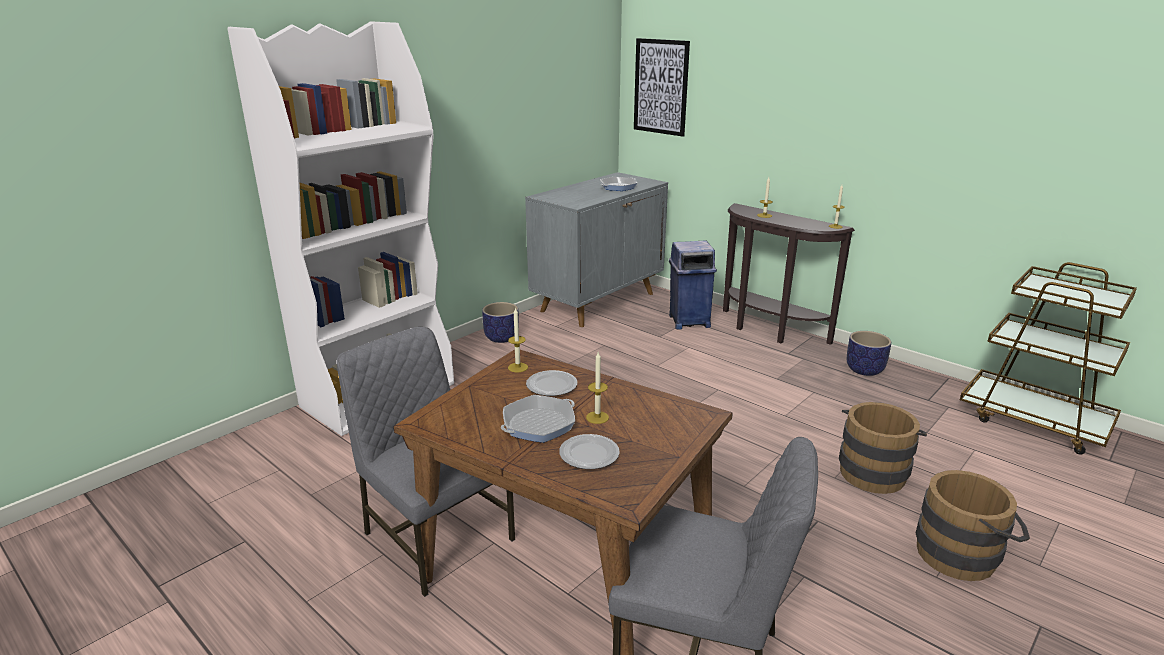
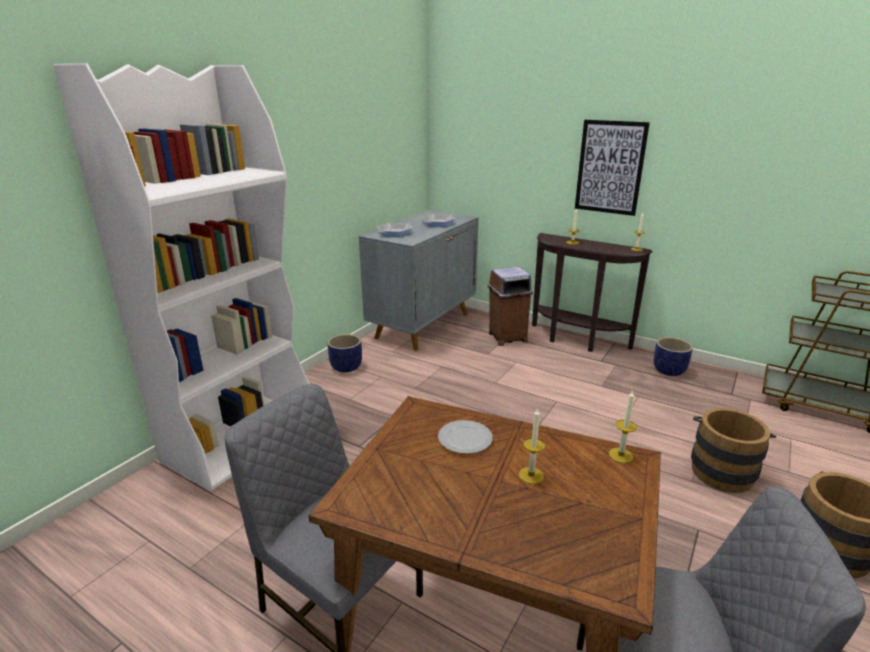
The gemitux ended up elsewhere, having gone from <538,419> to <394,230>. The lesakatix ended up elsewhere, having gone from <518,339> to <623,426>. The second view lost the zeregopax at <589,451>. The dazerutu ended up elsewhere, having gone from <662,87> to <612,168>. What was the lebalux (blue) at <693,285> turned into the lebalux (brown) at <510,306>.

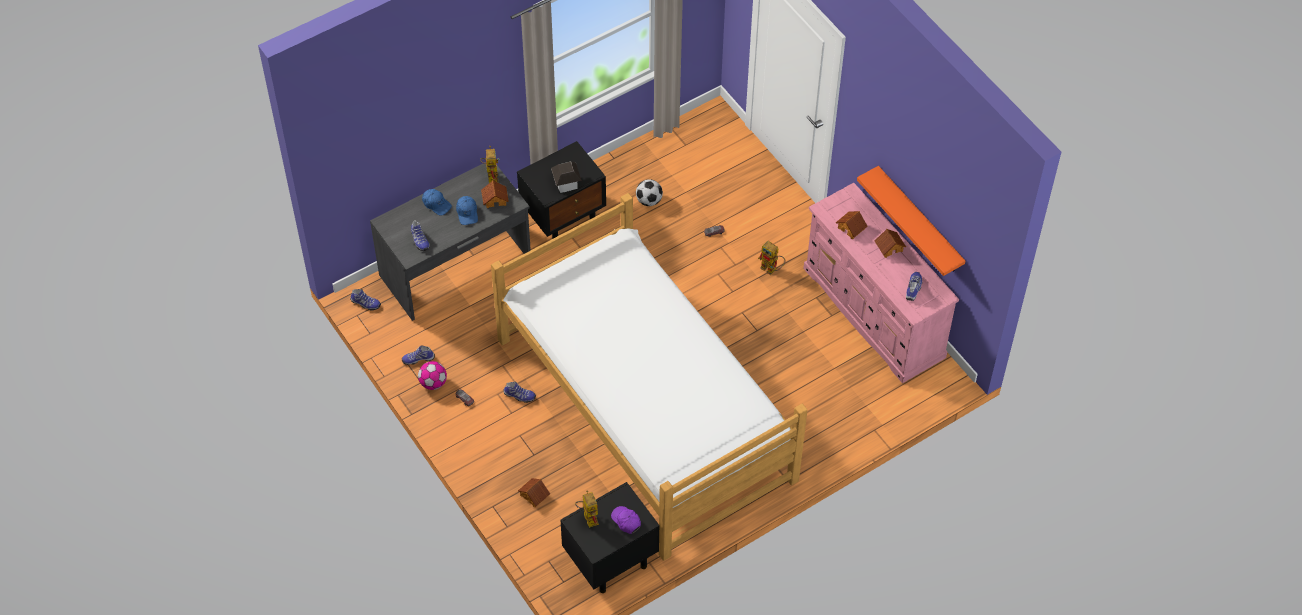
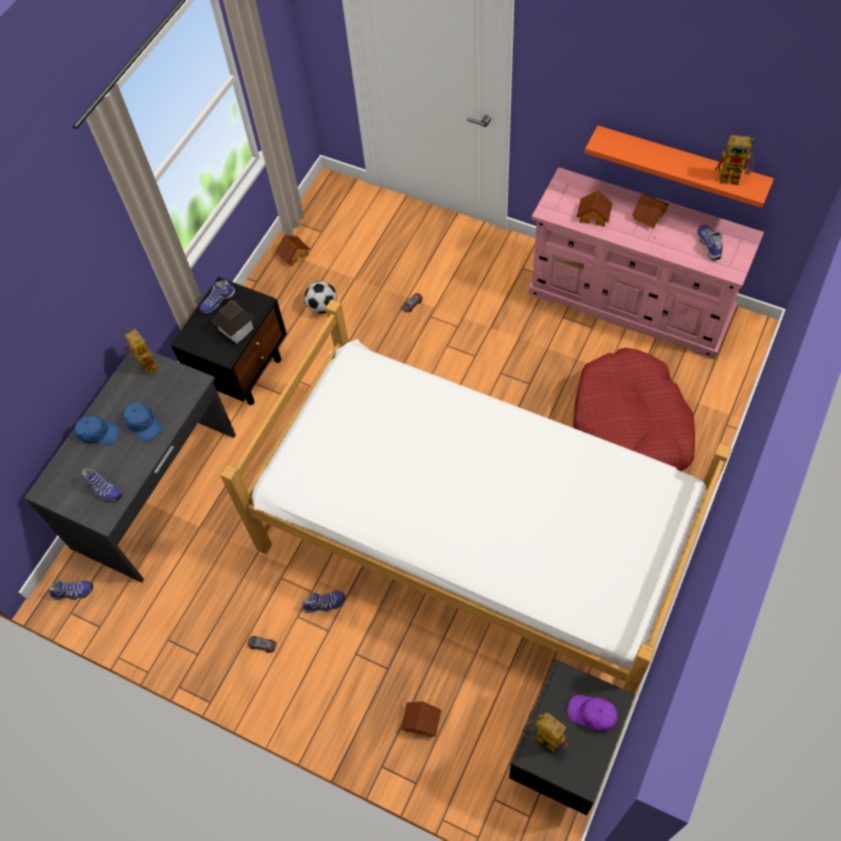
The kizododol ended up elsewhere, having gone from <418,355> to <217,297>. The second view lost the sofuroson at <432,375>. The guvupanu ended up elsewhere, having gone from <495,194> to <293,250>. The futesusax ended up elsewhere, having gone from <771,258> to <734,160>. The second view gained the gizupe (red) at <634,409>.

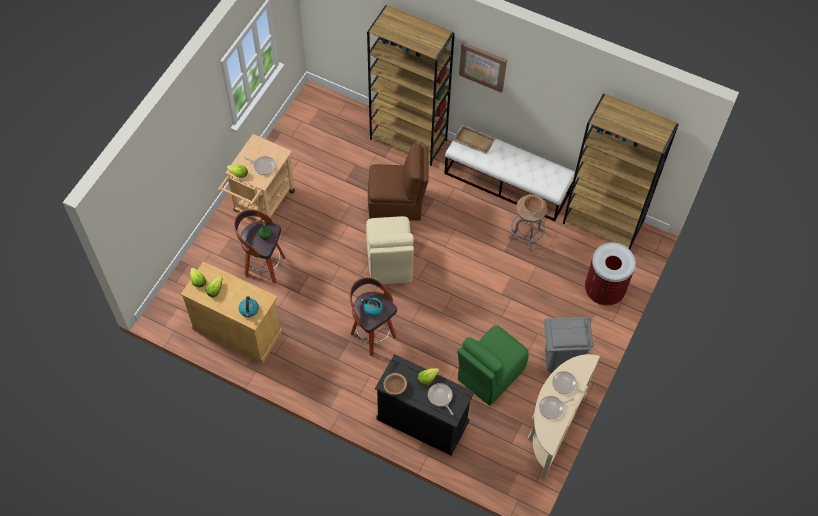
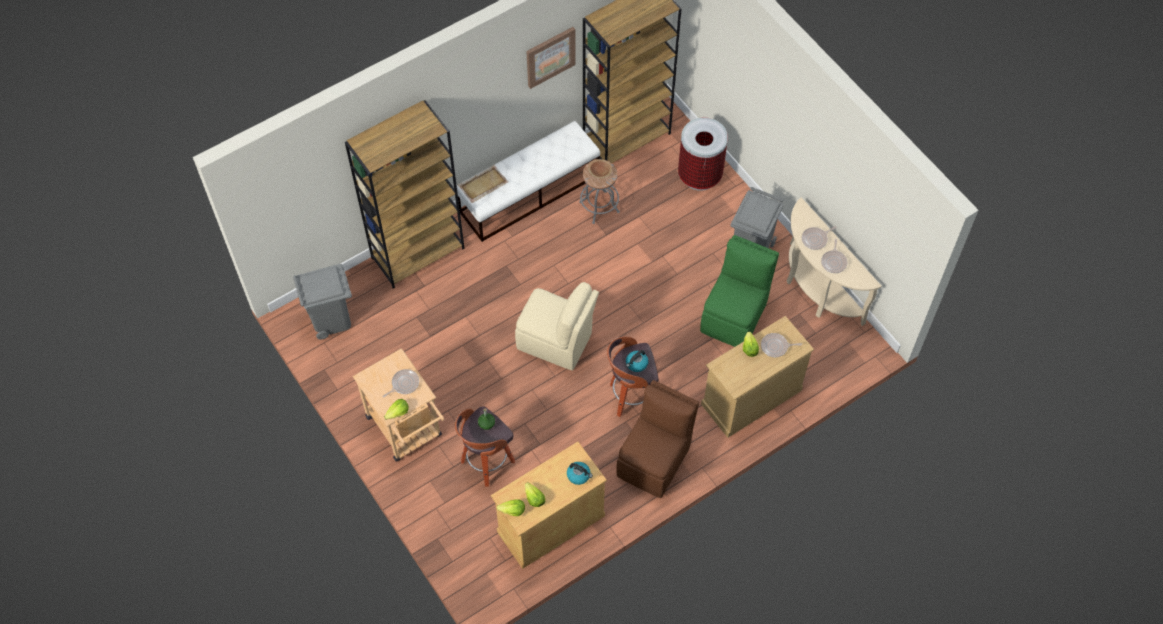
The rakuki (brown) ended up elsewhere, having gone from <398,182> to <657,439>. What was the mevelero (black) at <425,405> turned into the mevelero (beige) at <757,377>. The second view lost the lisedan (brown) at <395,384>. The rakuki (green) at <493,365> ended up facing another way, 135 degrees counterclockwise from before. The dazerutu ended up elsewhere, having gone from <483,67> to <551,58>. The second view gained the lebalux (grey) at <322,302>.

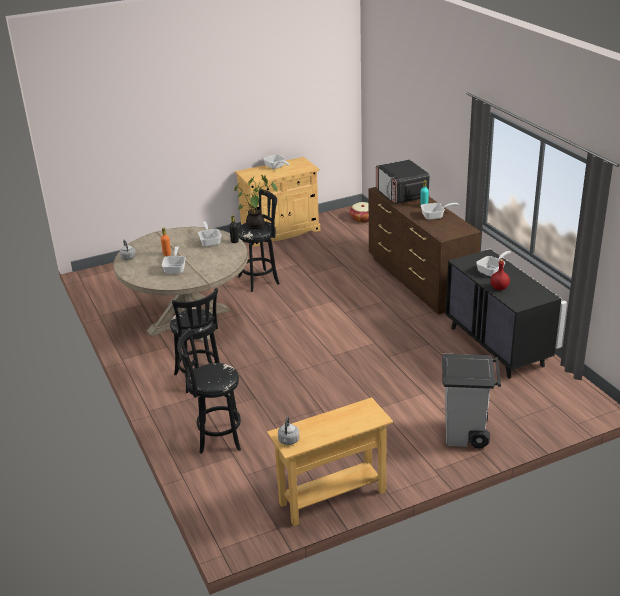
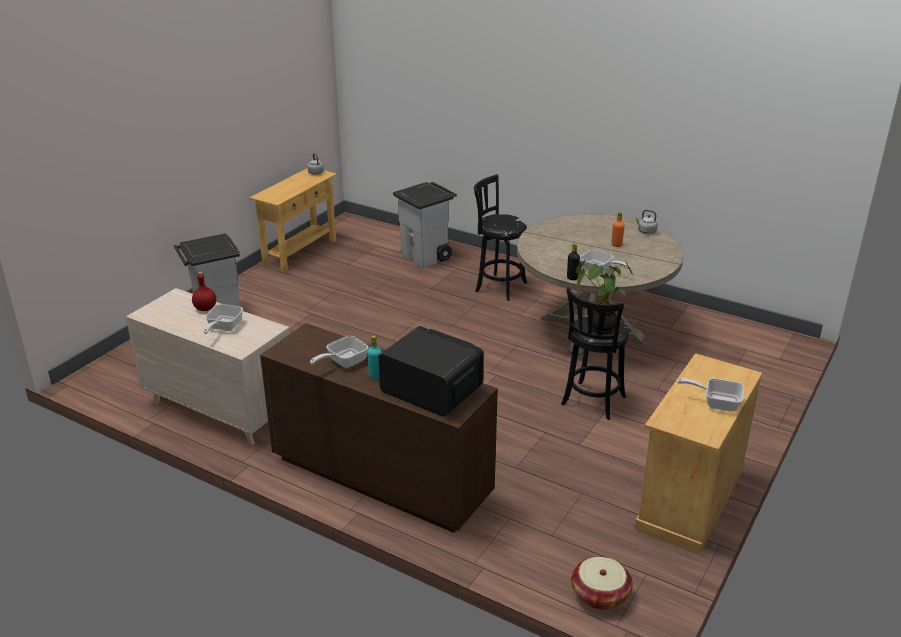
The second view lost the gemitux at <174,260>. Where the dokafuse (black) stood at <209,391>, the lebalux (grey) came to stand at <425,225>. What was the mevelero (black) at <503,314> turned into the mevelero (beige) at <208,366>.

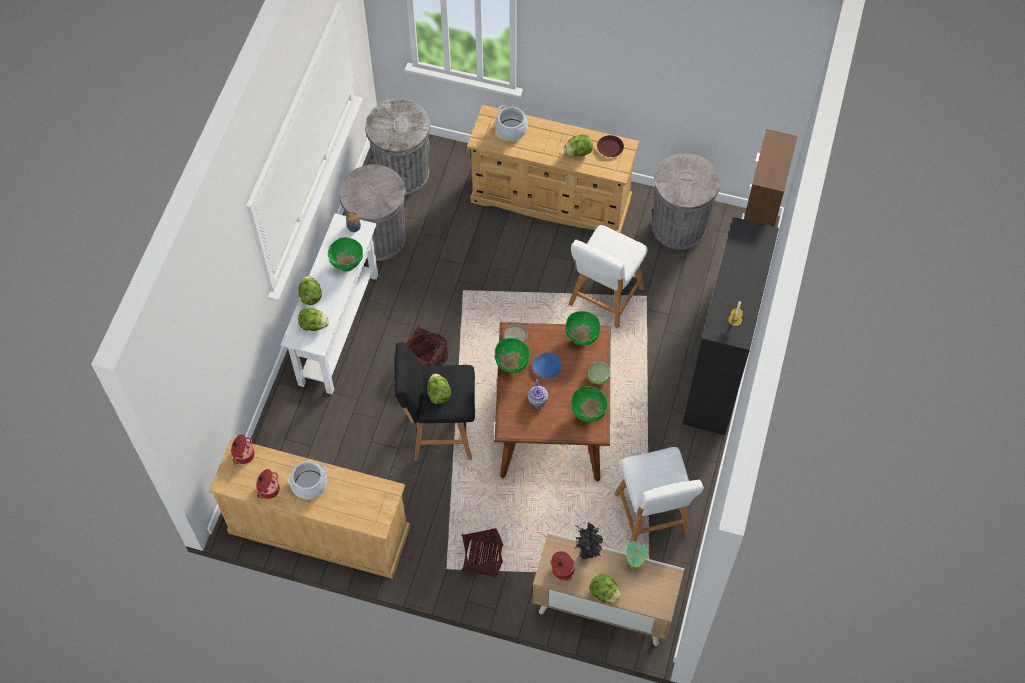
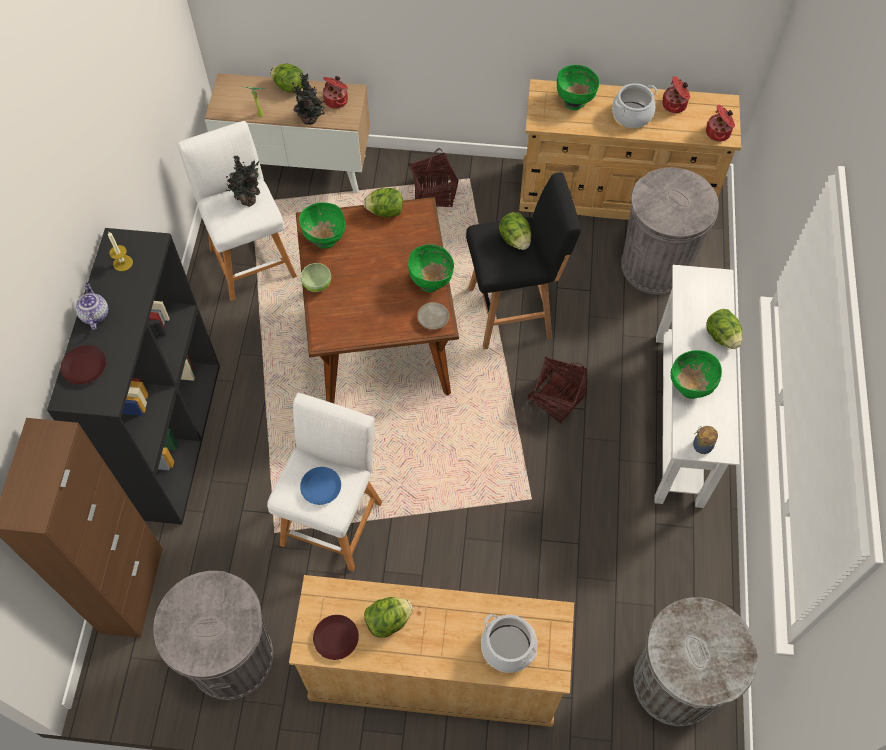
The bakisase ended up elsewhere, having gone from <313,319> to <383,203>. The lebalux (grey) ended up elsewhere, having gone from <372,213> to <670,231>. The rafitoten ended up elsewhere, having gone from <538,394> to <91,306>. The zeregopax (blue) ended up elsewhere, having gone from <547,365> to <320,486>. The lisedan (green) ended up elsewhere, having gone from <583,328> to <578,87>. The second view gained the zeregopax (brown) at <83,365>. The second view gained the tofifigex at <243,181>.

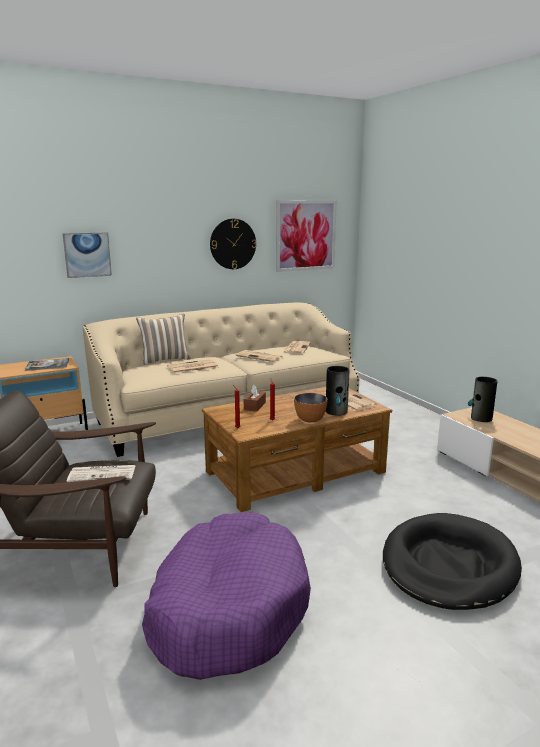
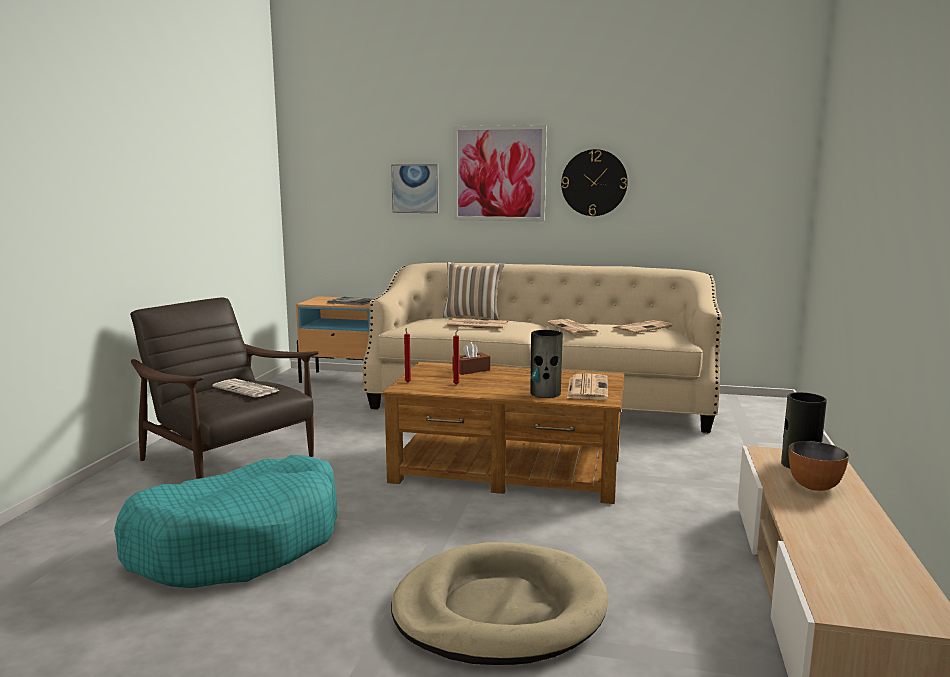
What was the gizupe (purple) at <226,596> turned into the gizupe (turquoise) at <225,521>. The dazerutu ended up elsewhere, having gone from <306,236> to <500,173>. The lisedan ended up elsewhere, having gone from <311,408> to <819,466>. What was the gizupe (black) at <452,561> turned into the gizupe (beige) at <499,603>.

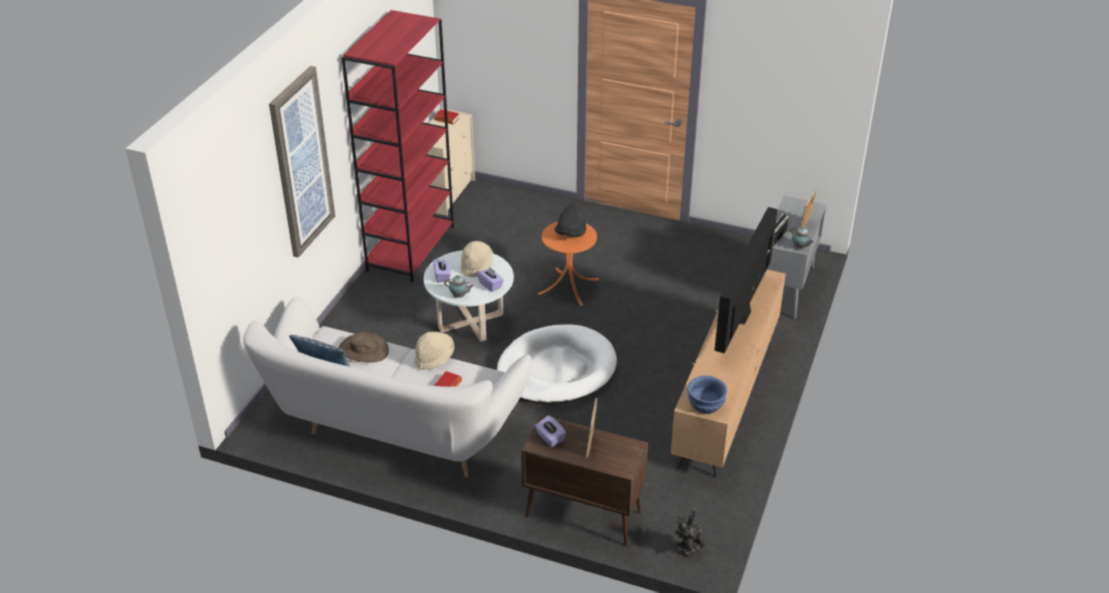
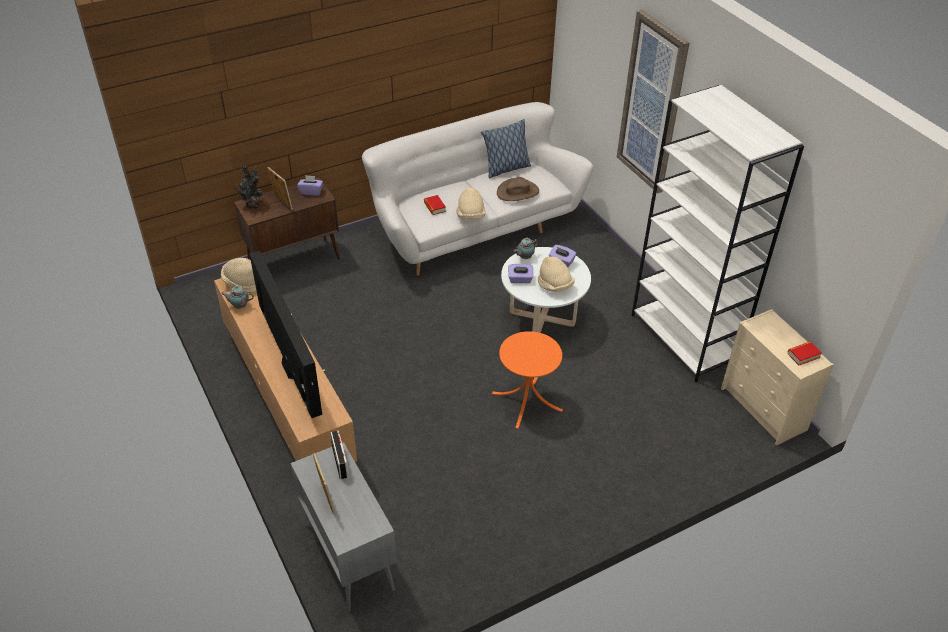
What was the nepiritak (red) at <398,146> turned into the nepiritak (white) at <718,233>. The second view lost the gizupe (white) at <557,364>. The second view lost the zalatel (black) at <570,220>. The tofifigex ended up elsewhere, having gone from <689,532> to <249,187>. Where the lisedan (blue) stood at <707,395>, the zalatel (beige) came to stand at <238,275>. The rafitoten ended up elsewhere, having gone from <802,237> to <237,297>.

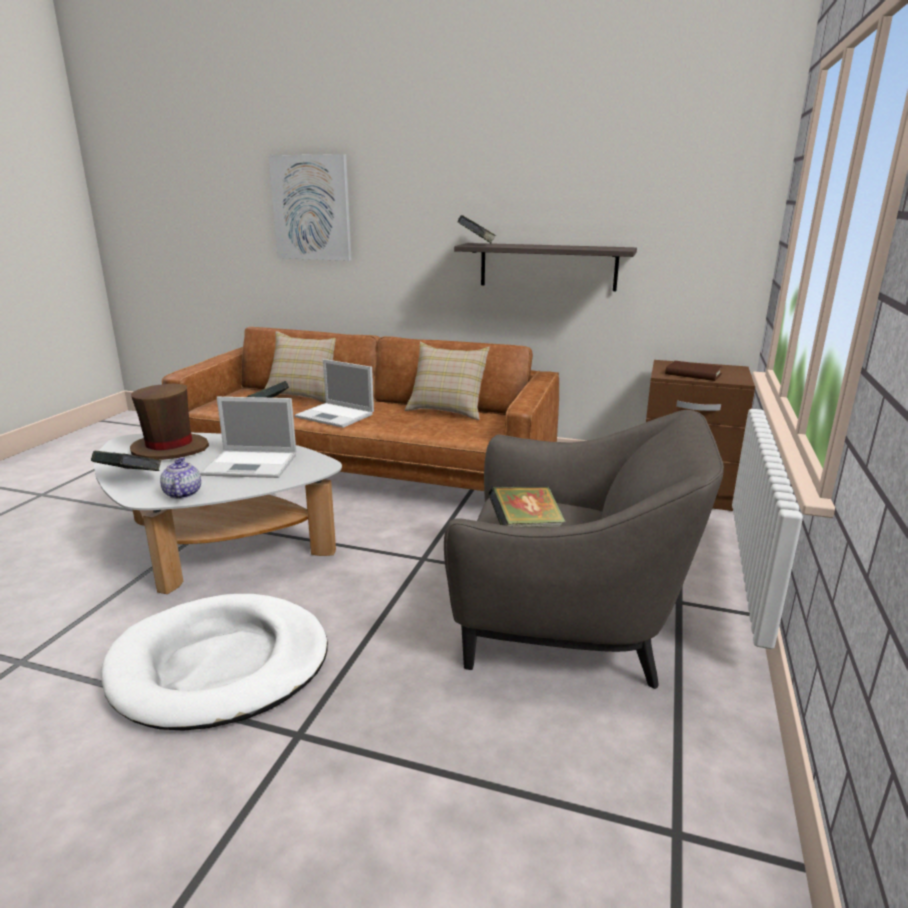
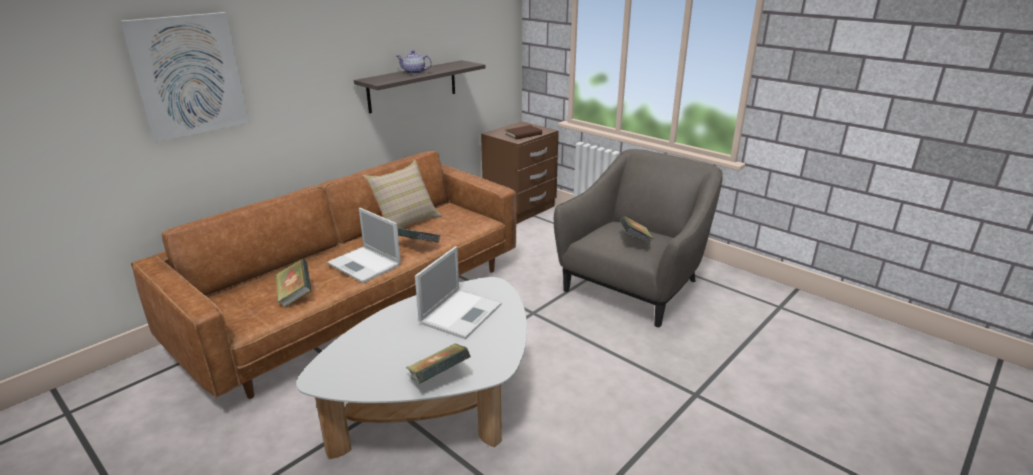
The second view lost the gizupe (white) at <214,662>. The second view lost the zalatel (brown) at <169,422>. The rafitoten ended up elsewhere, having gone from <180,478> to <414,62>. The second view lost the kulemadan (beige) at <300,367>. The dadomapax at <334,393> ended up facing another way, 75 degrees clockwise from before. The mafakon ended up elsewhere, having gone from <476,229> to <419,235>.

